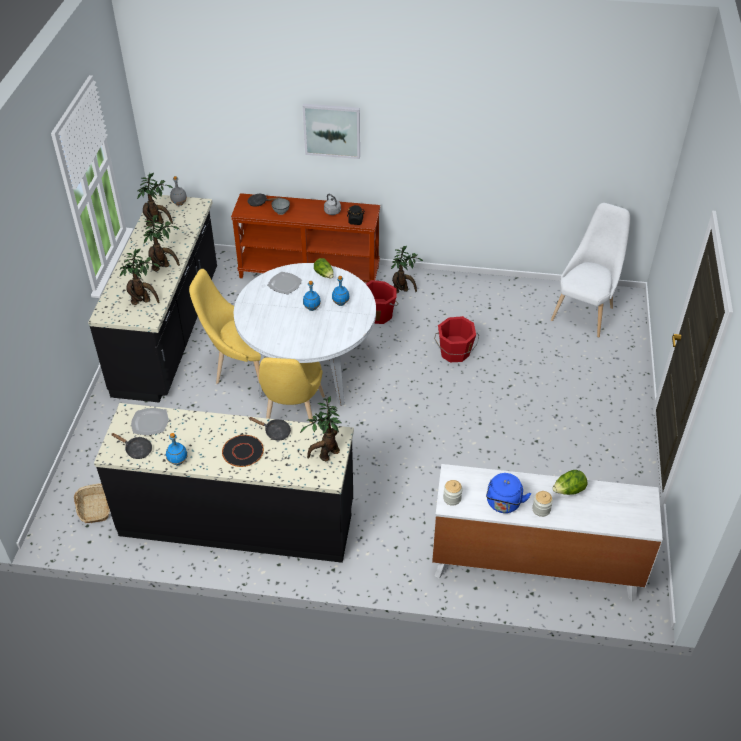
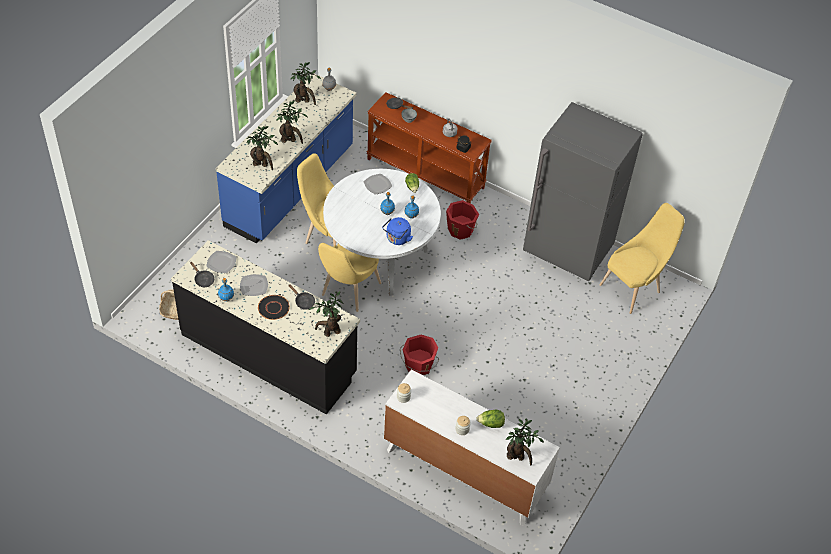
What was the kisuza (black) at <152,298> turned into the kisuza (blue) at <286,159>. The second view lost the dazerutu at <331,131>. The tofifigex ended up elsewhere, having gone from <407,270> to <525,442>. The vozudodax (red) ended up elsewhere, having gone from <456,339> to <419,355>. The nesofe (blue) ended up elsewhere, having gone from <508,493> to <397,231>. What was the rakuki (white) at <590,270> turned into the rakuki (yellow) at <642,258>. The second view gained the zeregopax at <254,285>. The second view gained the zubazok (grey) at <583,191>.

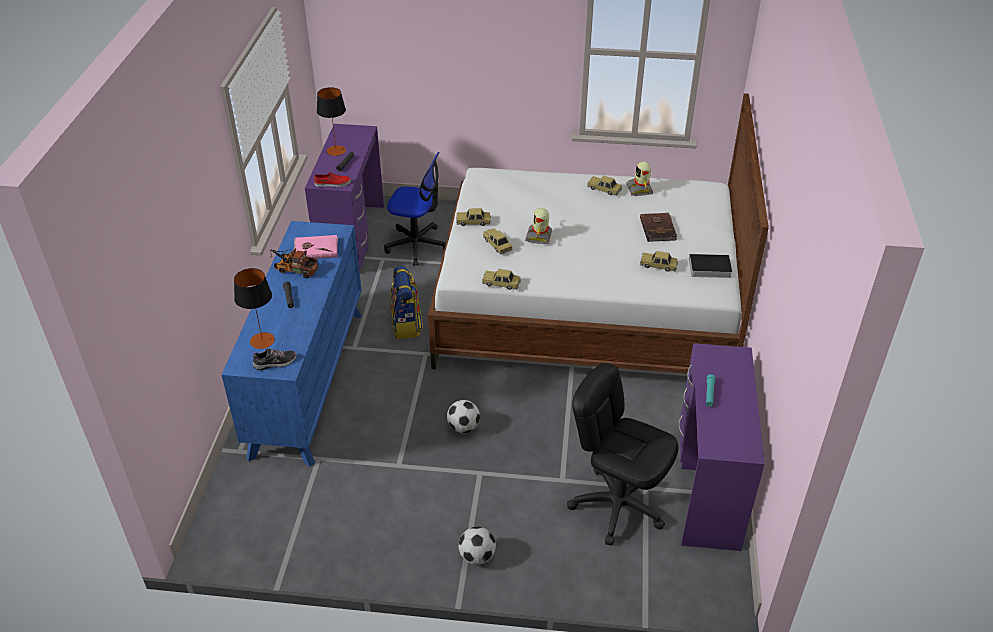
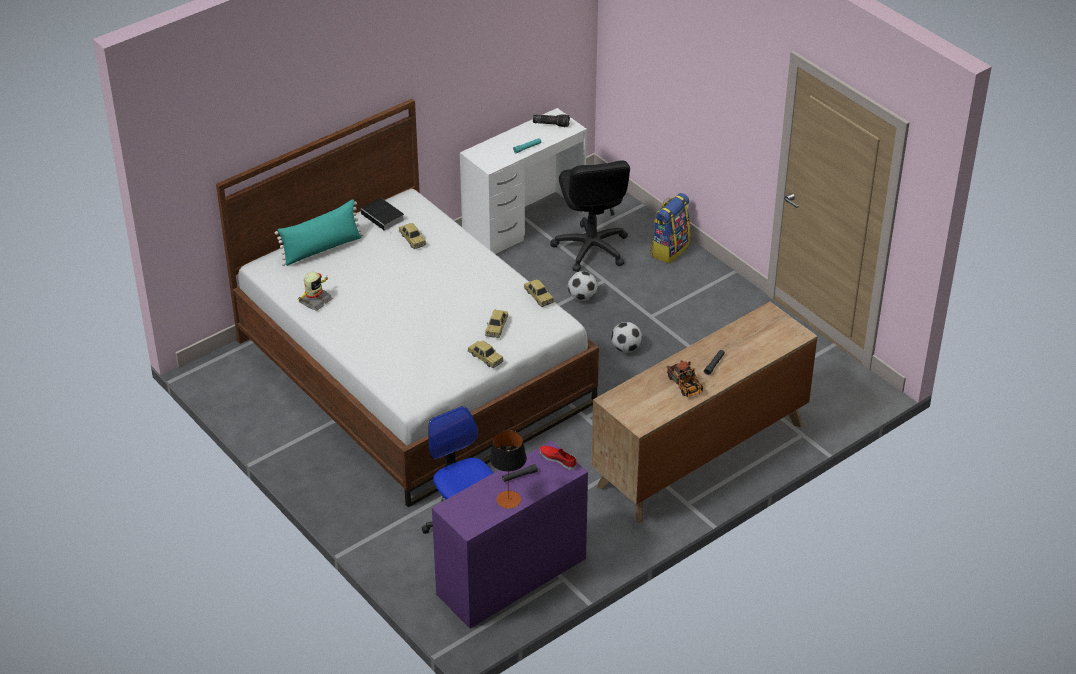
What was the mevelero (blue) at <292,344> turned into the mevelero (brown) at <704,412>. The second view lost the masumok at <254,308>. The second view lost the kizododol at <274,359>. The second view lost the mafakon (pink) at <315,247>. The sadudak ended up elsewhere, having gone from <406,302> to <670,228>. The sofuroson ended up elsewhere, having gone from <477,546> to <583,286>. The second view lost the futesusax at <538,226>. The second view lost the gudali at <604,186>. The second view lost the mafakon (brown) at <658,227>. What was the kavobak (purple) at <721,447> turned into the kavobak (white) at <523,181>. The second view gained the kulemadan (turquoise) at <319,232>. The second view gained the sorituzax at <551,120>.

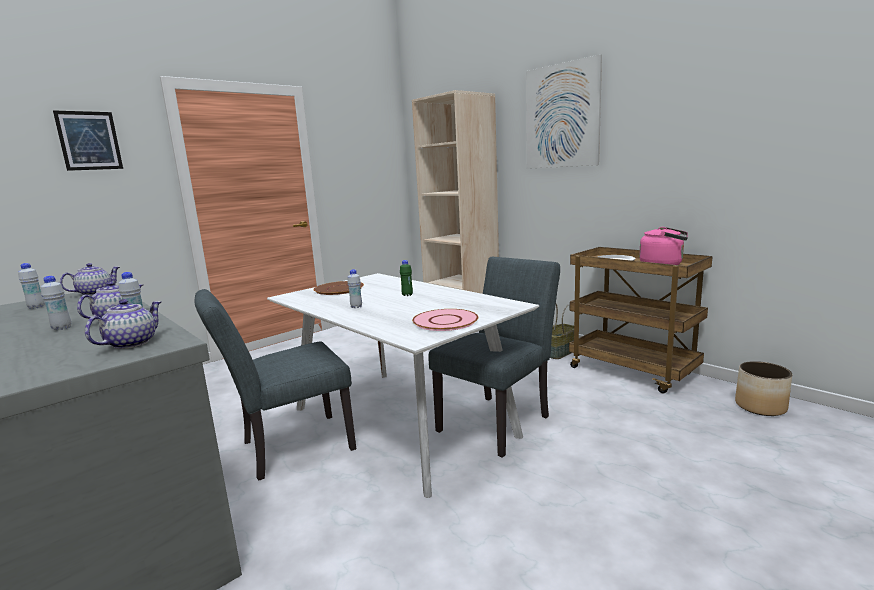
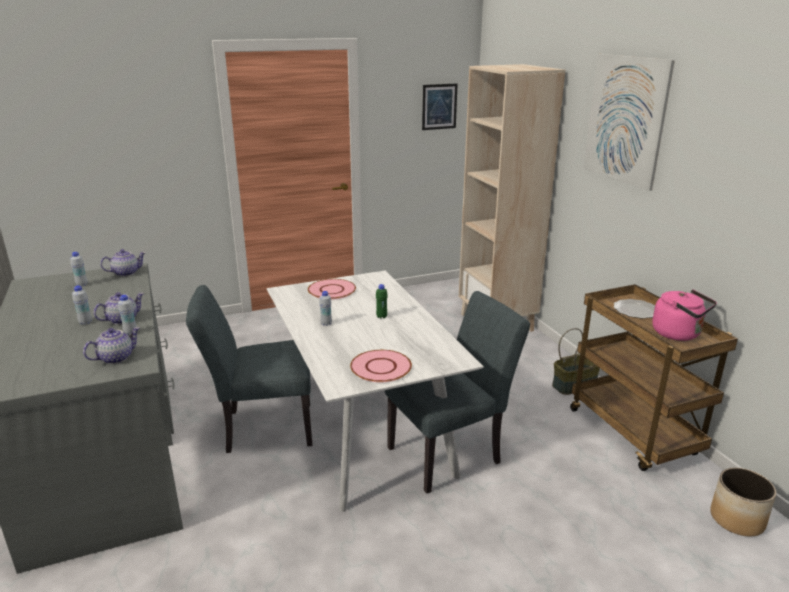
The dazerutu ended up elsewhere, having gone from <88,140> to <440,106>. What was the zeregopax (brown) at <338,288> turned into the zeregopax (pink) at <332,289>.

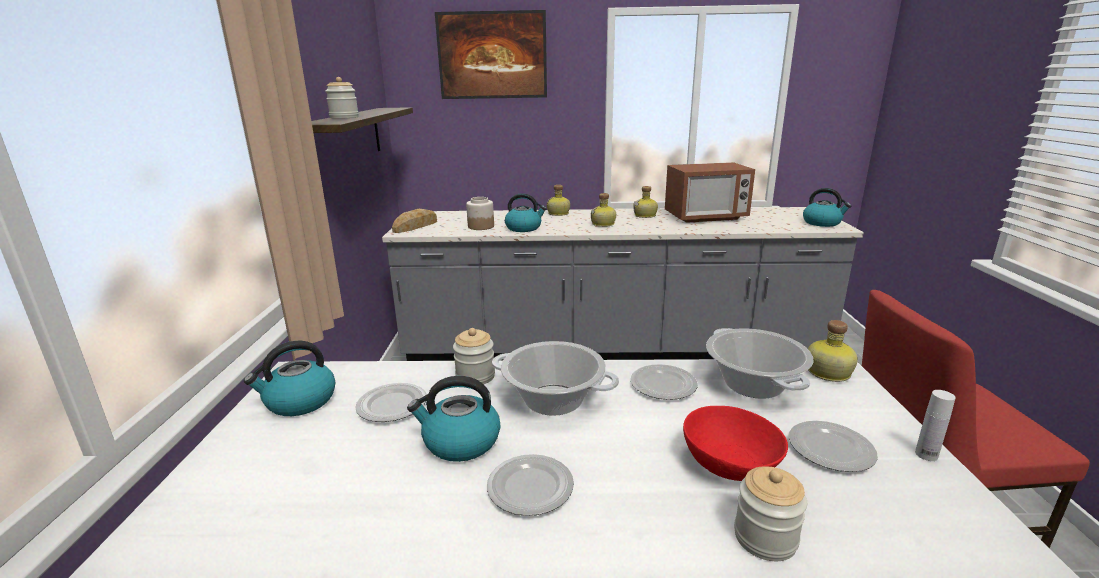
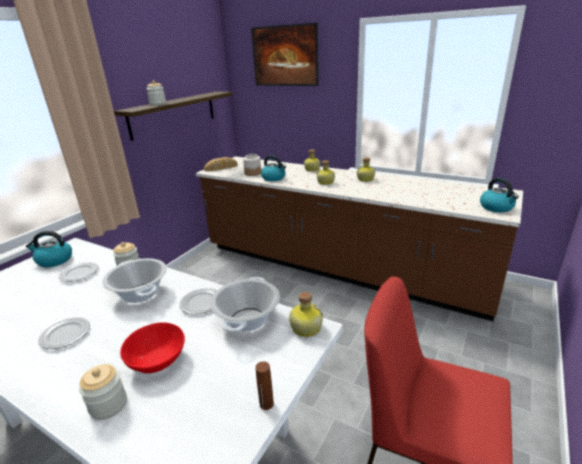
What was the kisuza (grey) at <623,284> turned into the kisuza (brown) at <359,238>. The second view lost the nesofe at <453,419>. The second view lost the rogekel at <710,192>. The second view lost the zeregopax at <833,446>. What was the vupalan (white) at <935,425> turned into the vupalan (brown) at <264,385>.

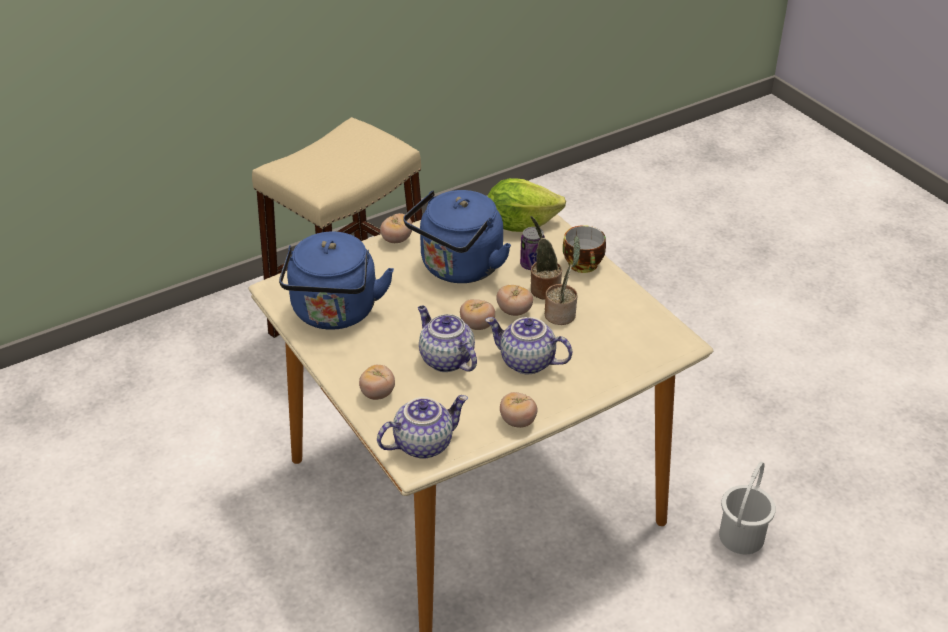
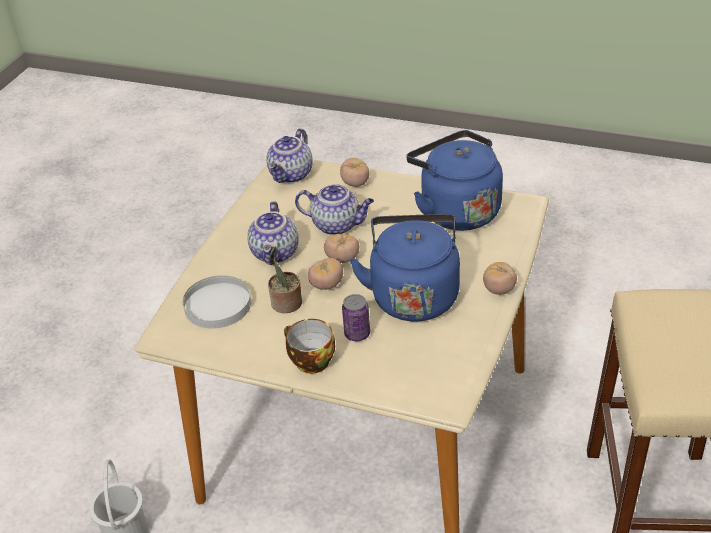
The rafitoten at <528,345> ended up facing another way, 105 degrees clockwise from before. The second view lost the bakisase at <526,205>. The second view lost the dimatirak at <519,410>. The second view lost the tofifigex at <546,258>. The second view gained the zeregopax (white) at <217,301>.

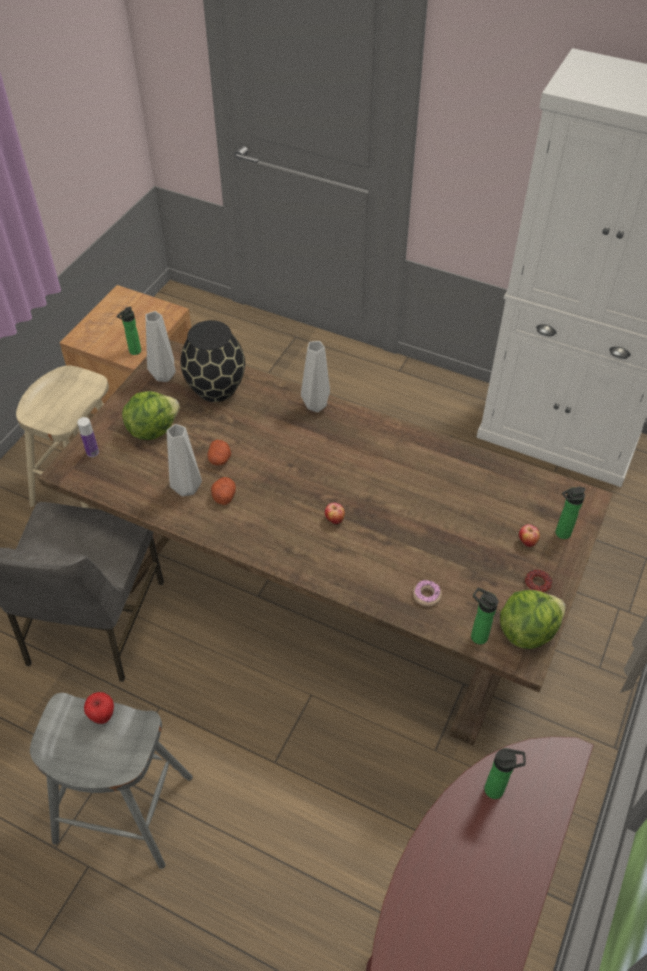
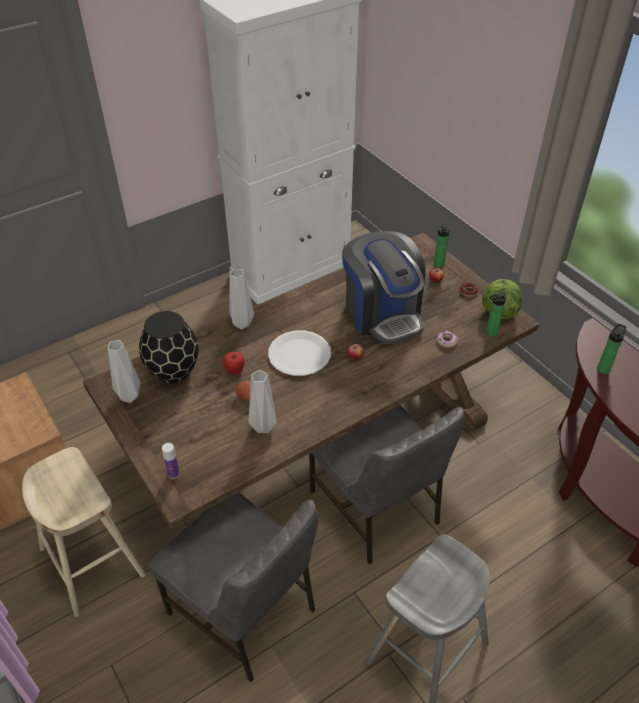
The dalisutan ended up elsewhere, having gone from <99,708> to <234,363>. The second view lost the vupalan at <129,331>. The second view lost the bakisase at <151,415>. The second view lost the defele at <223,491>. The second view gained the zeregopax (white) at <299,353>. The second view gained the rakuki (grey) at <386,485>. The second view gained the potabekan at <384,287>.

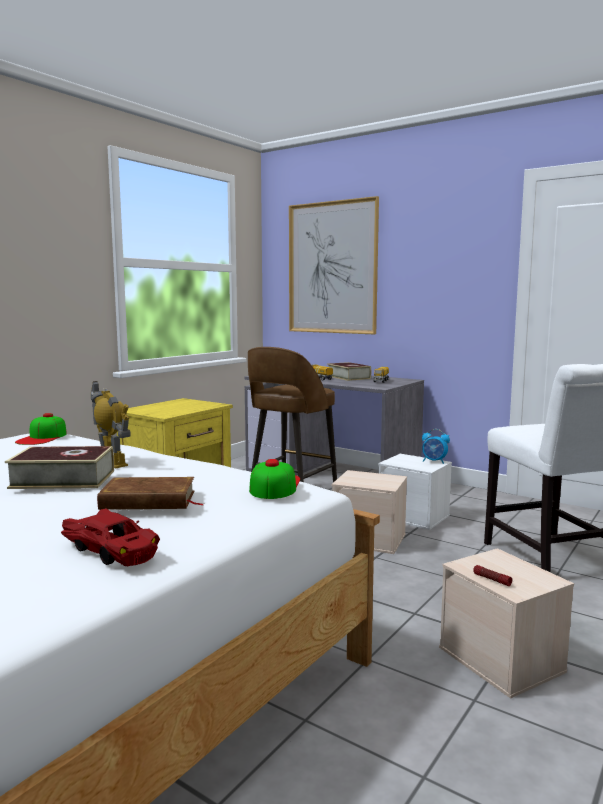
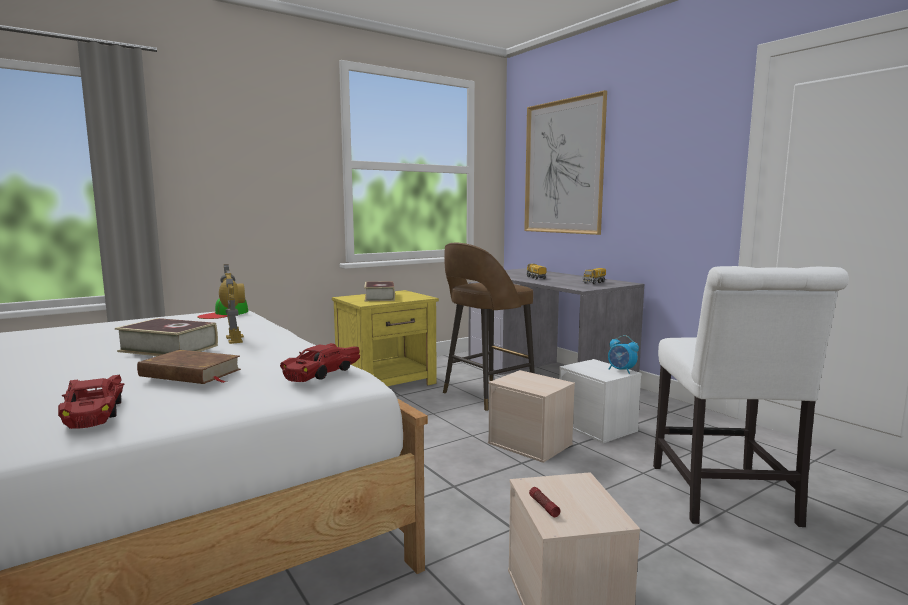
Where the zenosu stood at <274,479>, the gudali (red) came to stand at <320,362>. The mafakon ended up elsewhere, having gone from <349,371> to <379,291>.

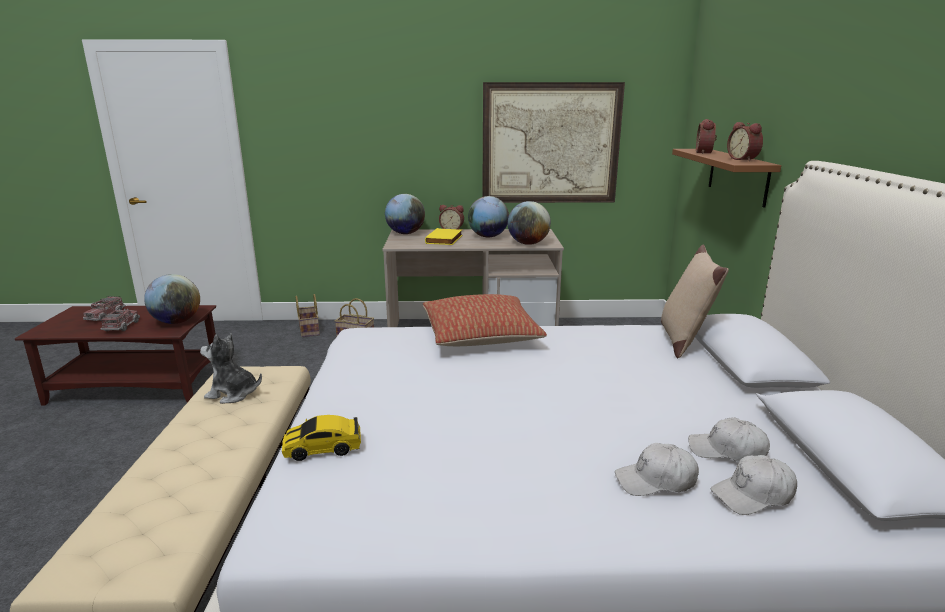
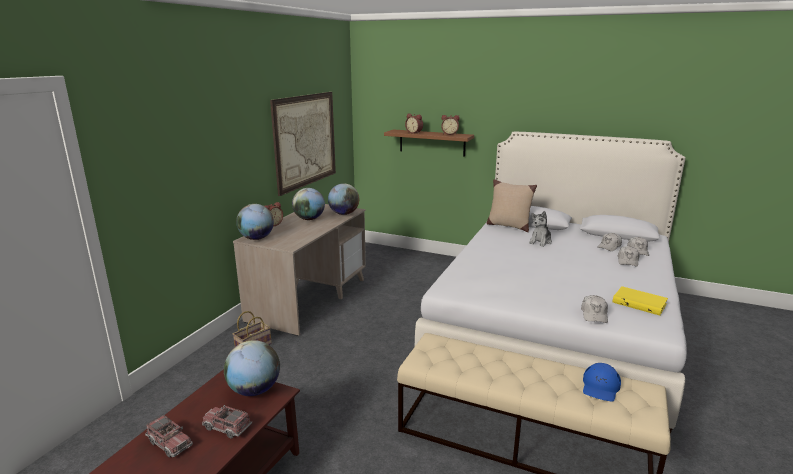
The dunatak ended up elsewhere, having gone from <231,368> to <540,229>. Where the gudali stood at <321,438>, the zenosu (white) came to stand at <594,309>. The second view lost the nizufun at <307,315>. The second view lost the kulemadan at <485,320>. The mafakon (yellow) ended up elsewhere, having gone from <443,236> to <640,300>. The second view gained the zenosu (blue) at <602,382>.

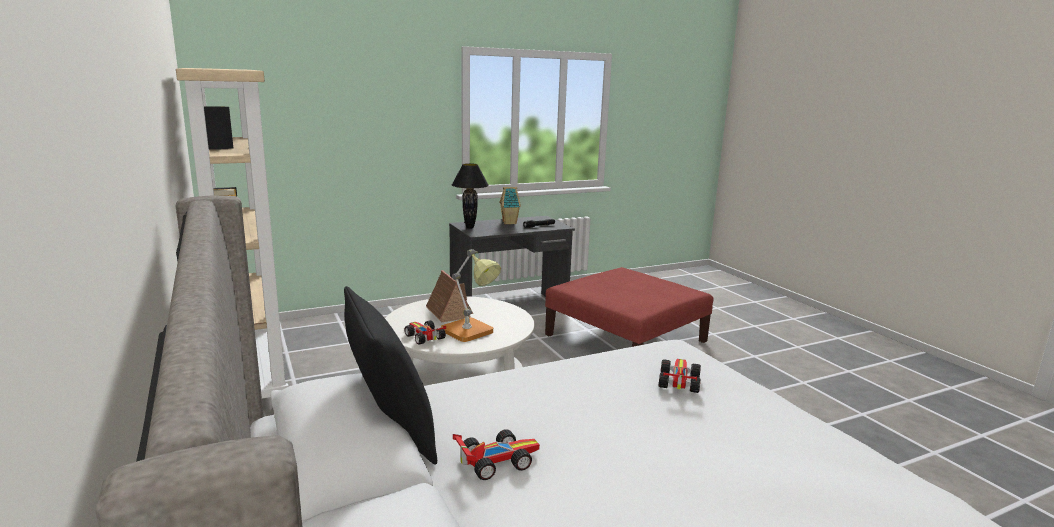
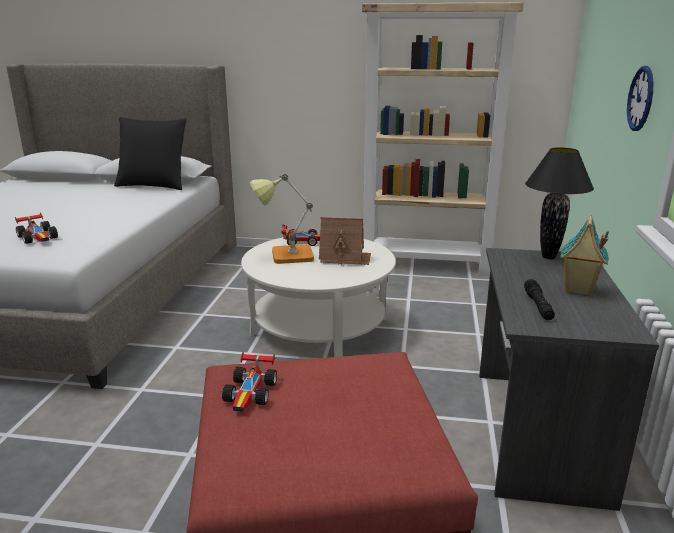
The gudali ended up elsewhere, having gone from <496,454> to <249,382>. The second view gained the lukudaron at <640,98>.

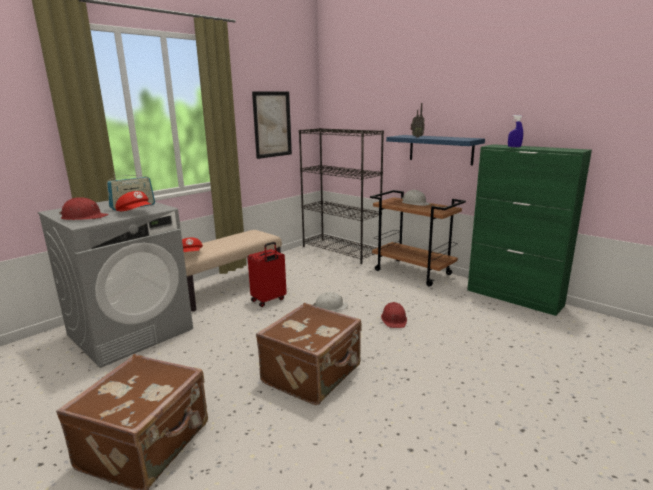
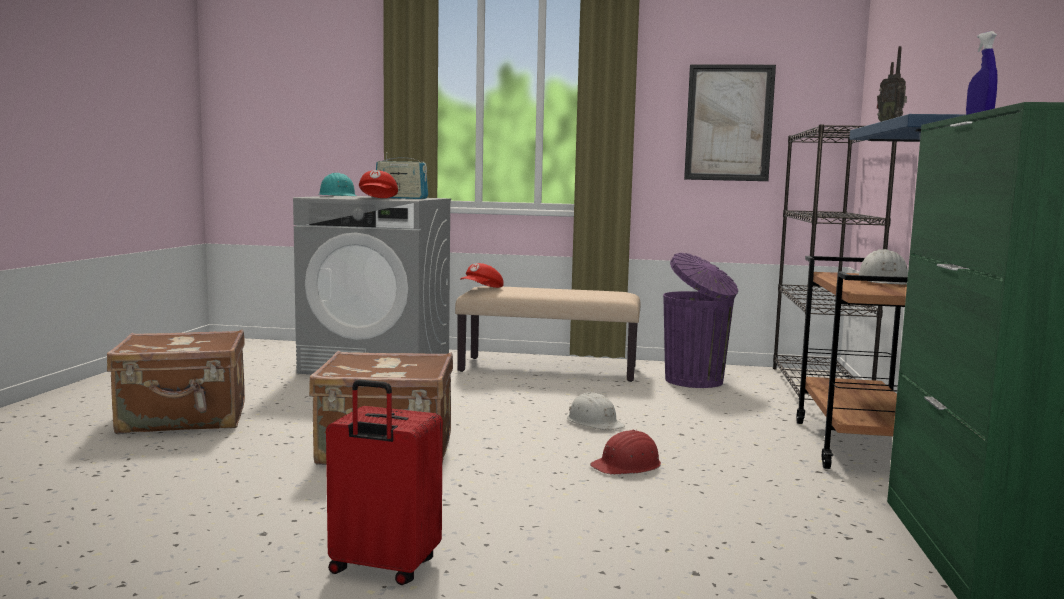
What was the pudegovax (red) at <84,208> turned into the pudegovax (turquoise) at <337,184>. The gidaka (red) ended up elsewhere, having gone from <267,274> to <384,482>. The second view gained the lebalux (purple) at <700,320>.

